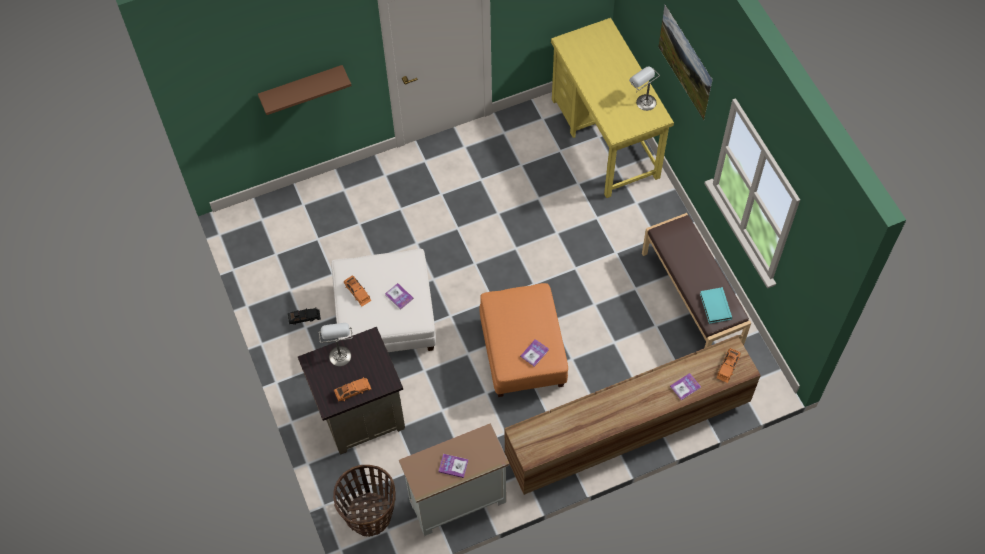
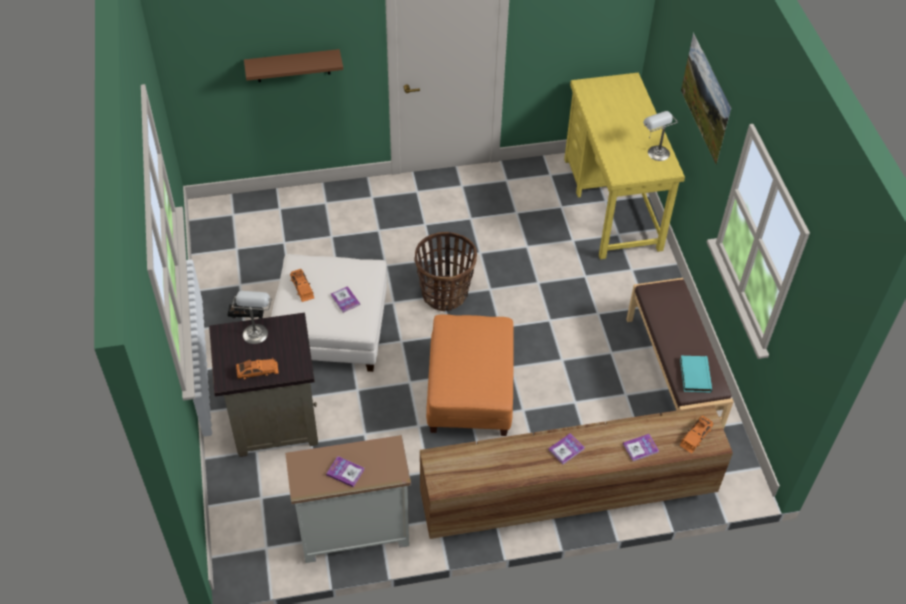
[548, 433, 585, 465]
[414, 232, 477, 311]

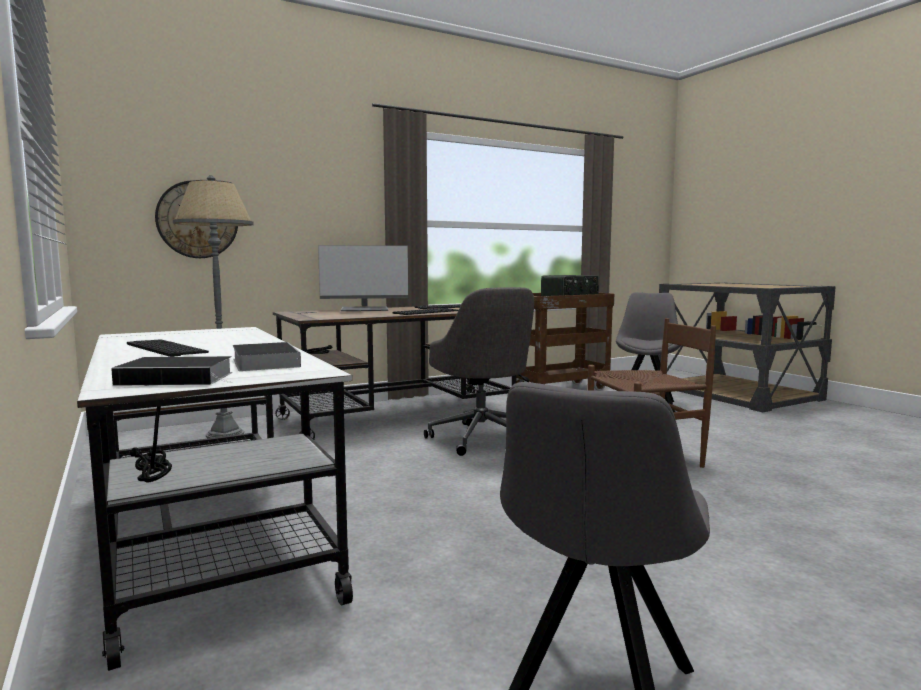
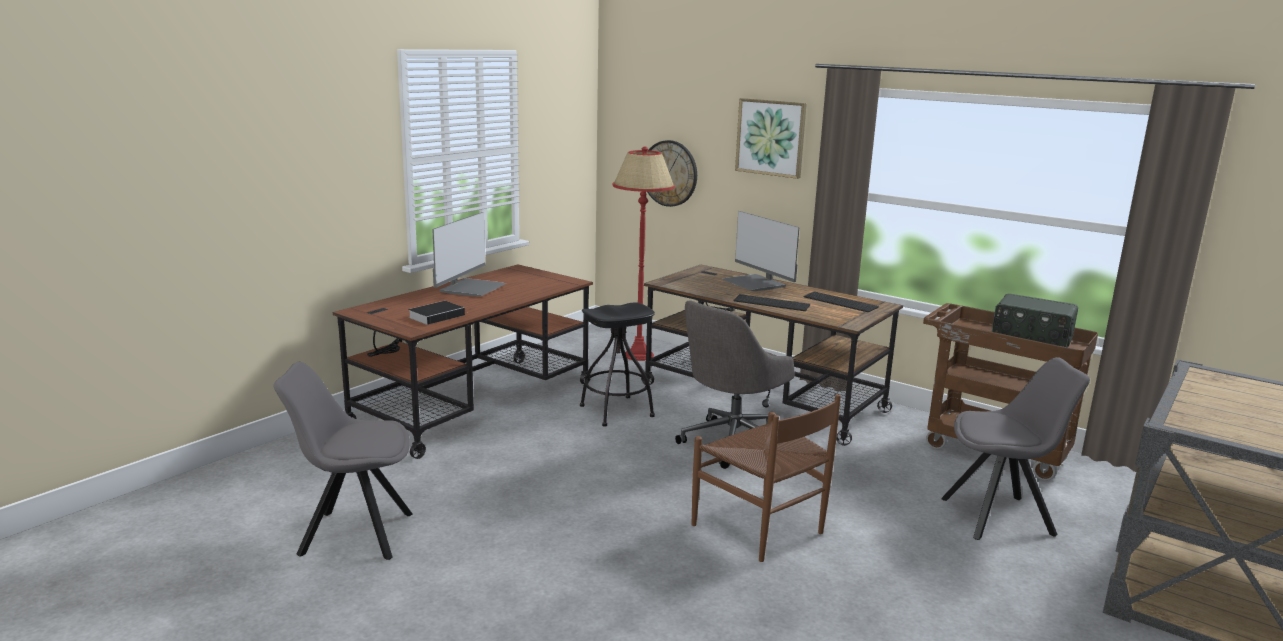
[613, 147, 675, 361]
[333, 265, 593, 459]
[432, 212, 506, 296]
[111, 356, 233, 386] (first image)
[735, 98, 807, 179]
[580, 302, 655, 427]

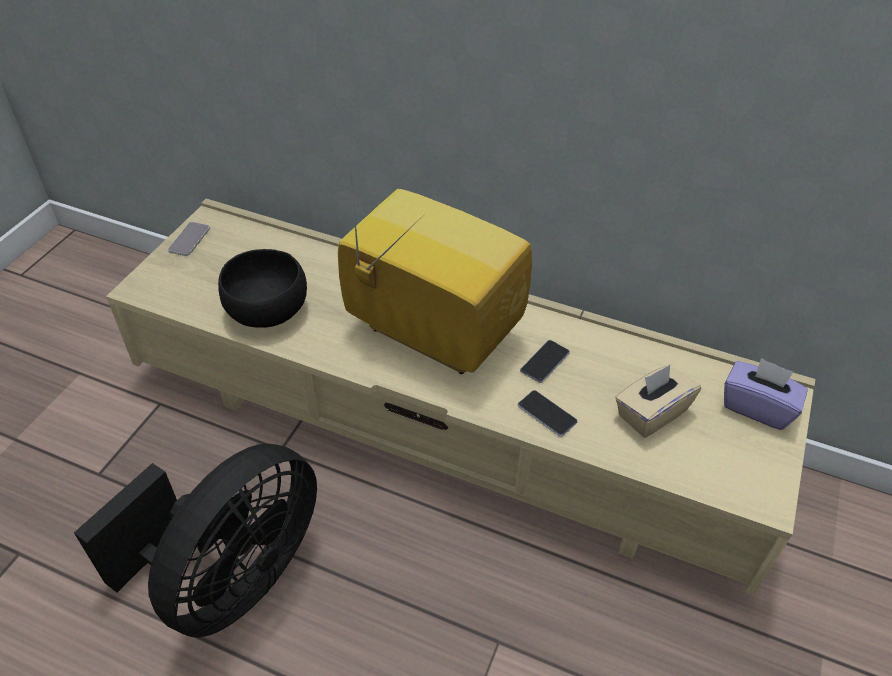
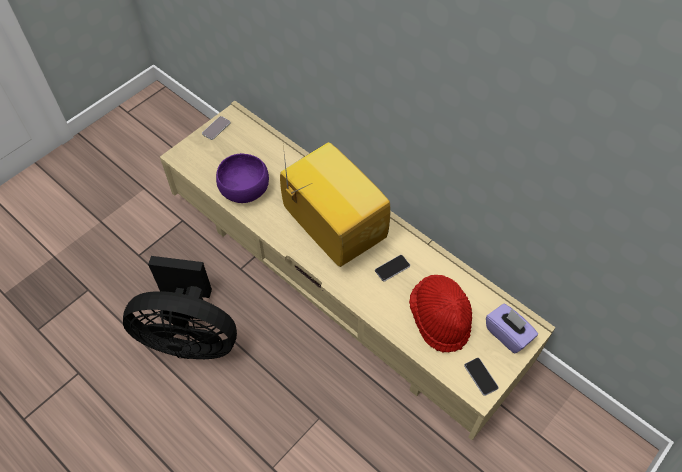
[216, 153, 269, 203]
[409, 275, 472, 353]
[464, 358, 499, 396]
[123, 256, 237, 359]

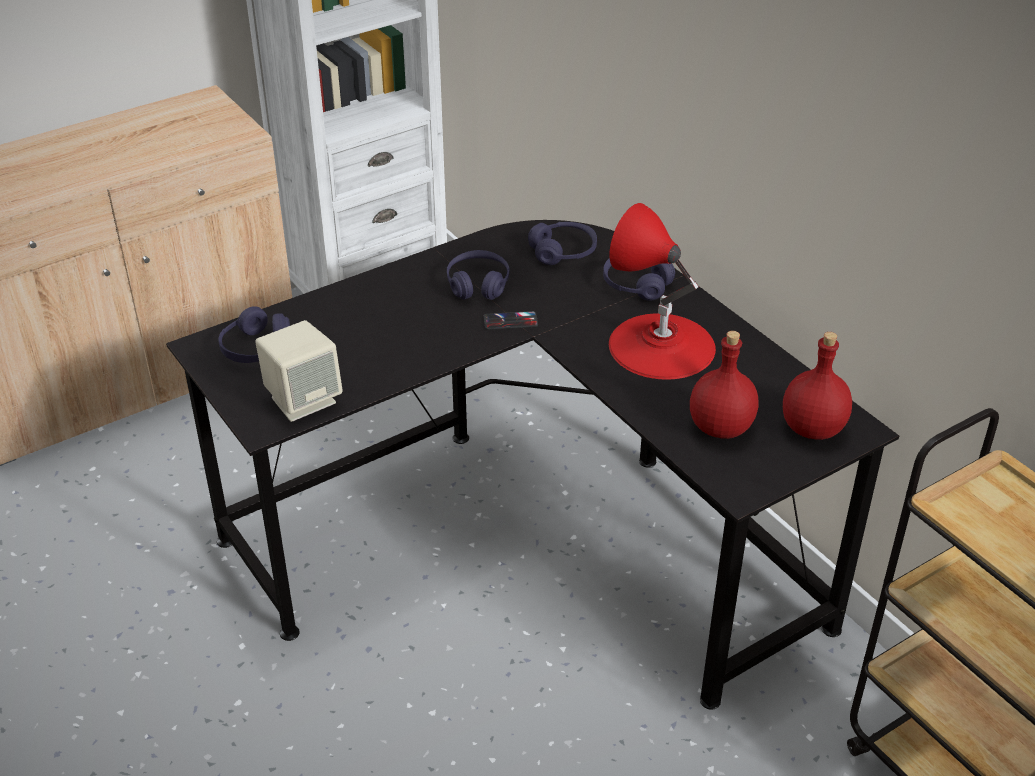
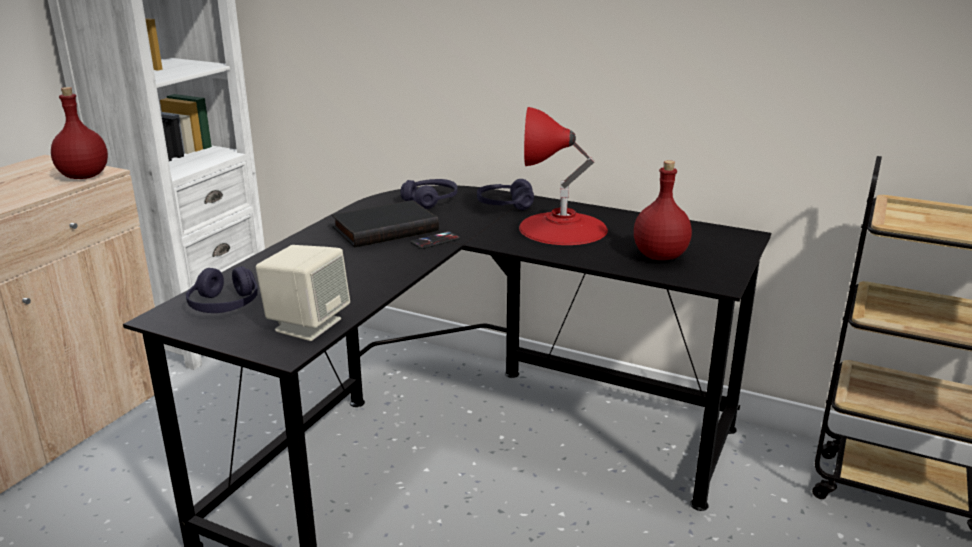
[332, 200, 439, 248]
[51, 87, 108, 179]

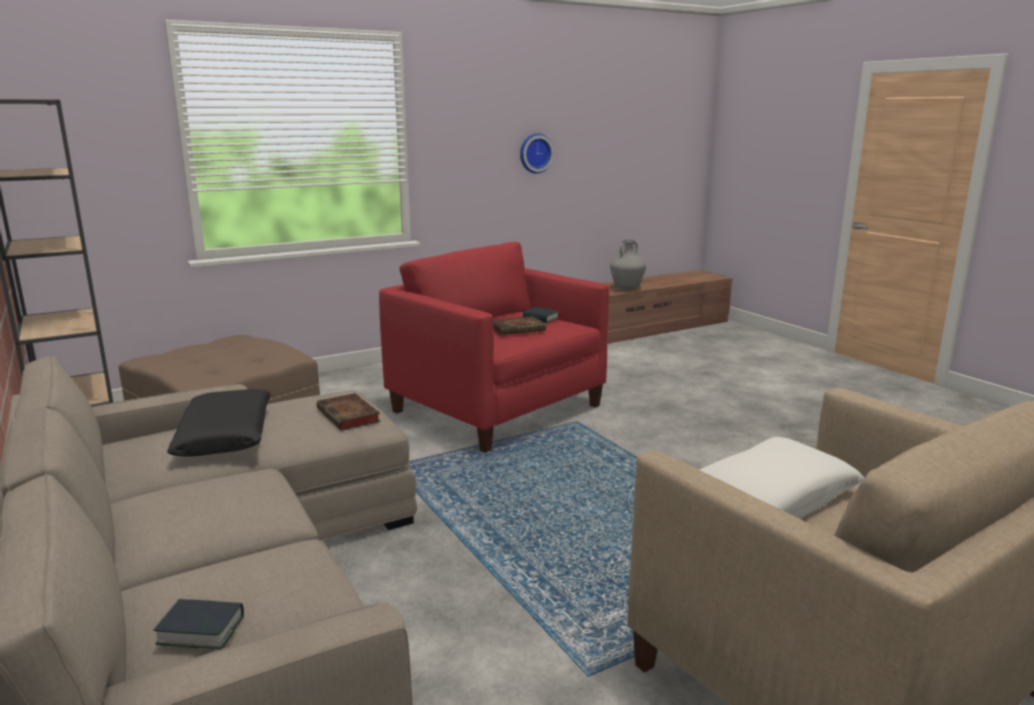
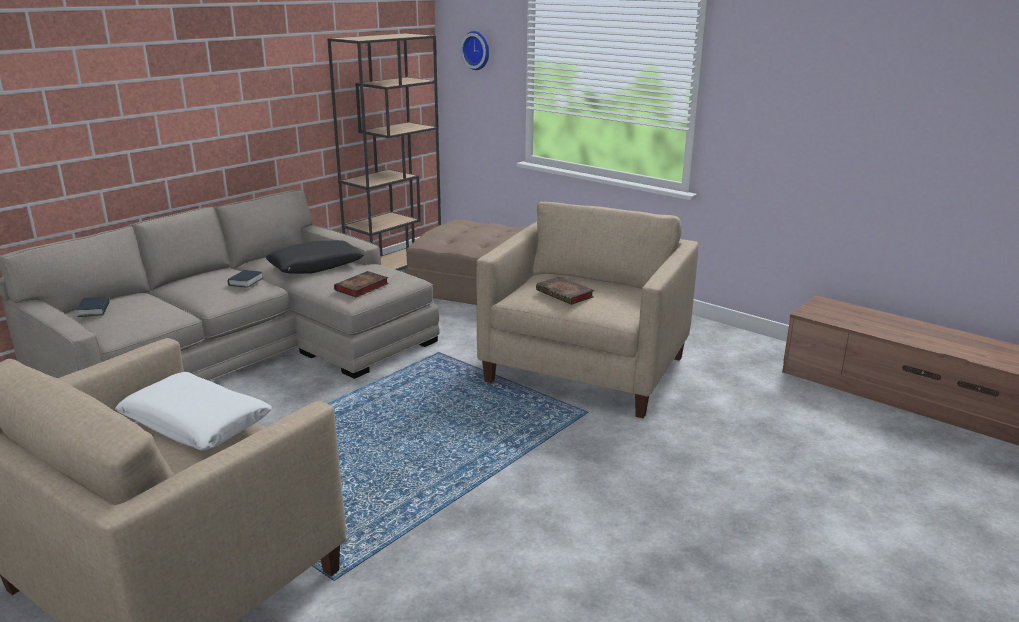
[460, 31, 489, 70]
[610, 240, 646, 290] (first image)
[477, 202, 698, 418]
[228, 270, 263, 288]

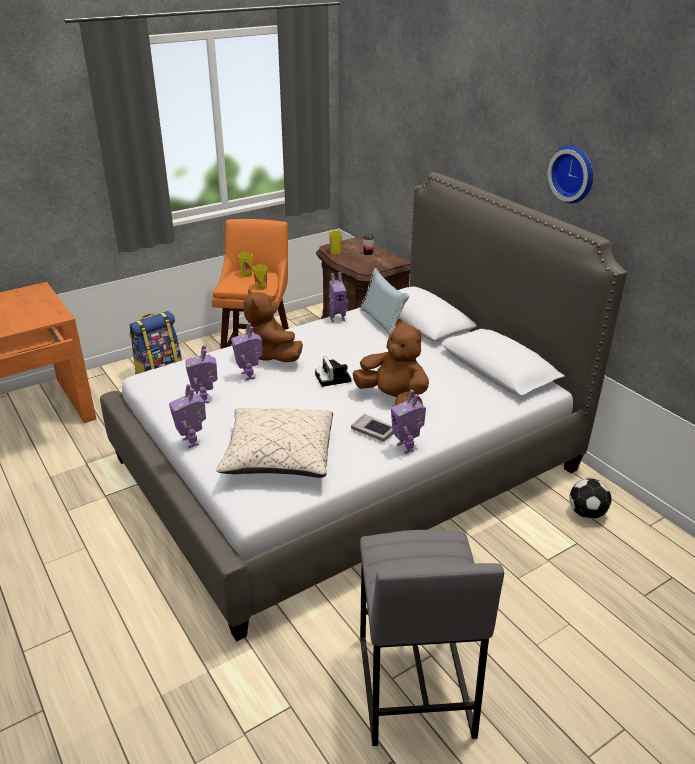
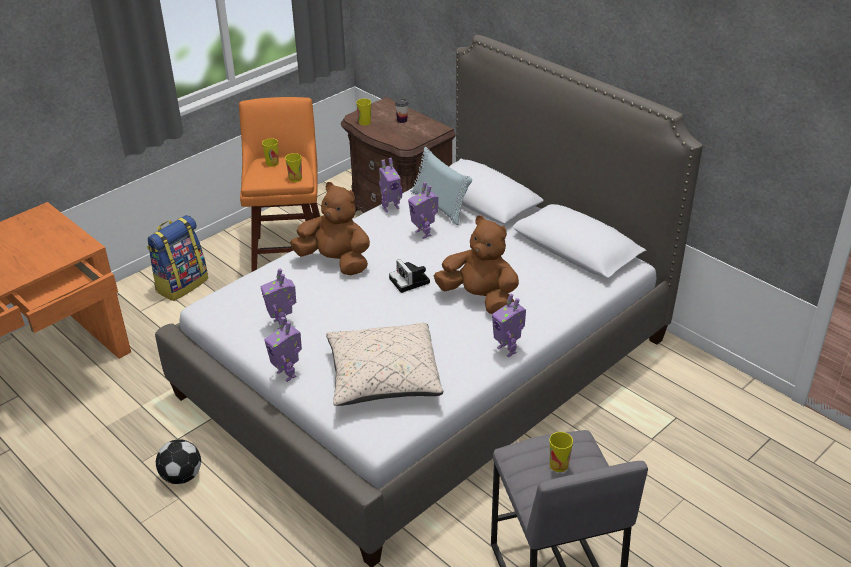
[548, 146, 593, 203] (first image)
[290, 182, 370, 275]
[408, 182, 438, 239]
[351, 414, 393, 442] (first image)
[156, 439, 201, 484]
[550, 432, 573, 472]

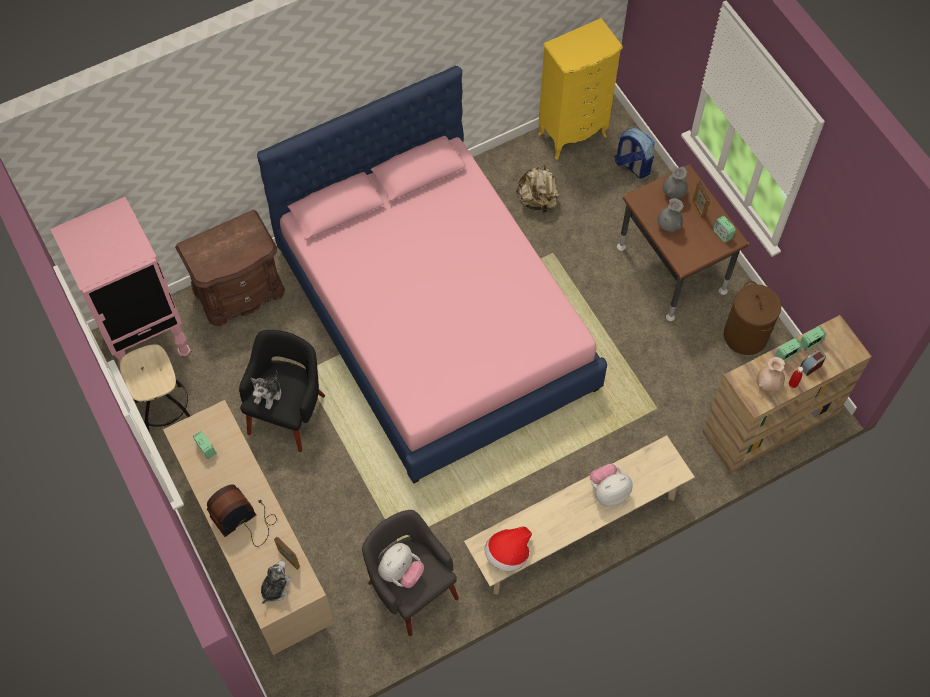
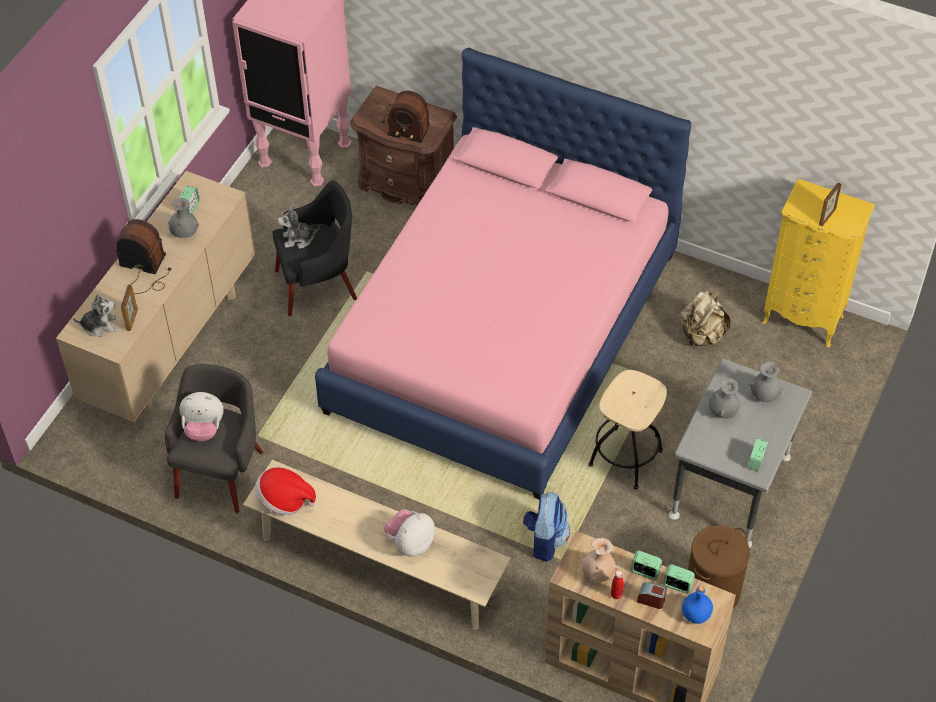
[523, 492, 570, 562]
[668, 358, 812, 548]
[819, 183, 842, 227]
[589, 370, 667, 490]
[384, 509, 435, 557]
[382, 91, 430, 143]
[168, 198, 199, 238]
[682, 586, 713, 624]

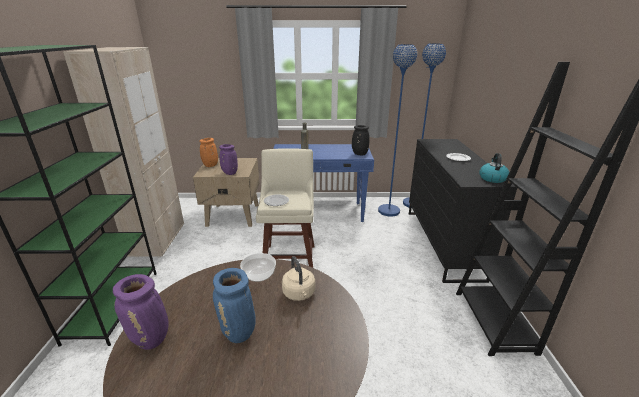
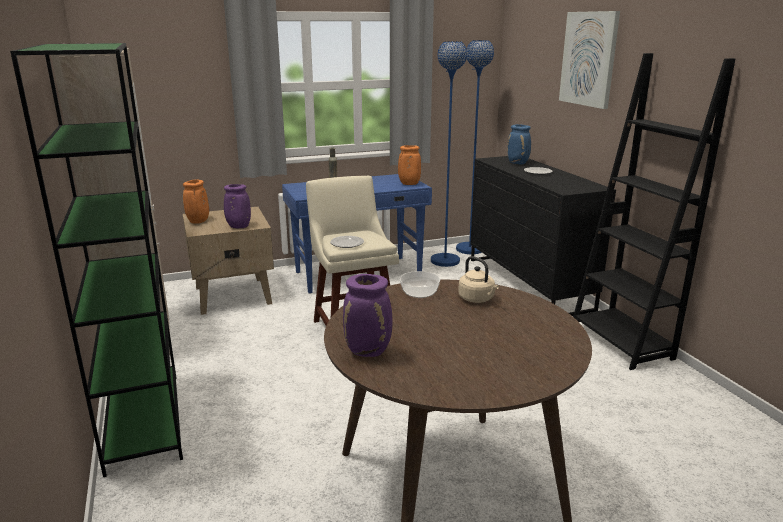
[398, 145, 421, 185]
[479, 153, 509, 183] (first image)
[508, 124, 531, 164]
[559, 11, 620, 109]

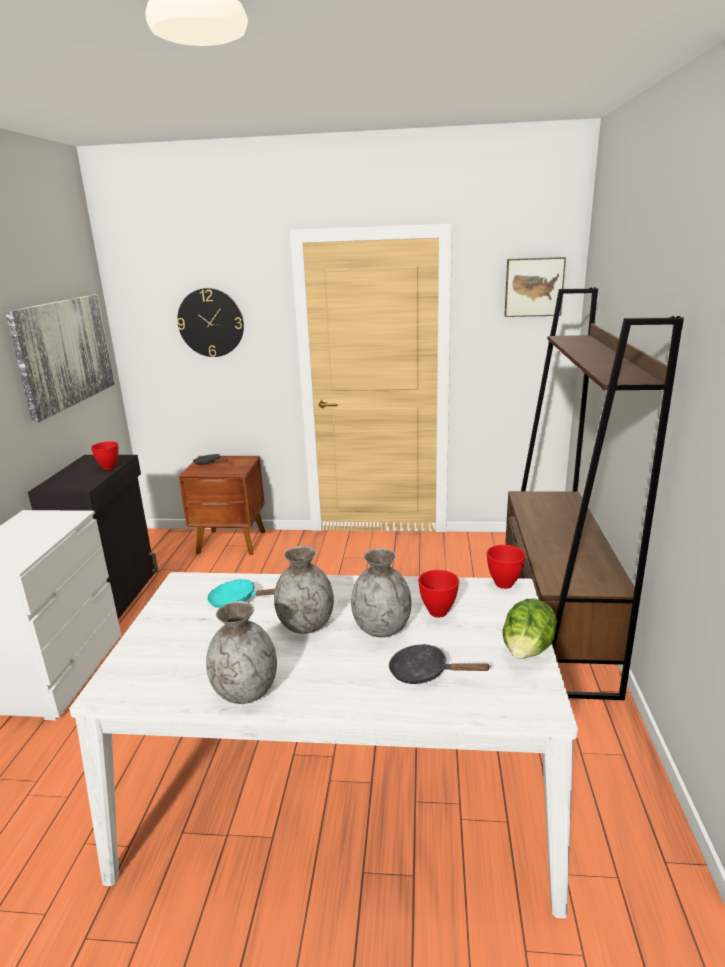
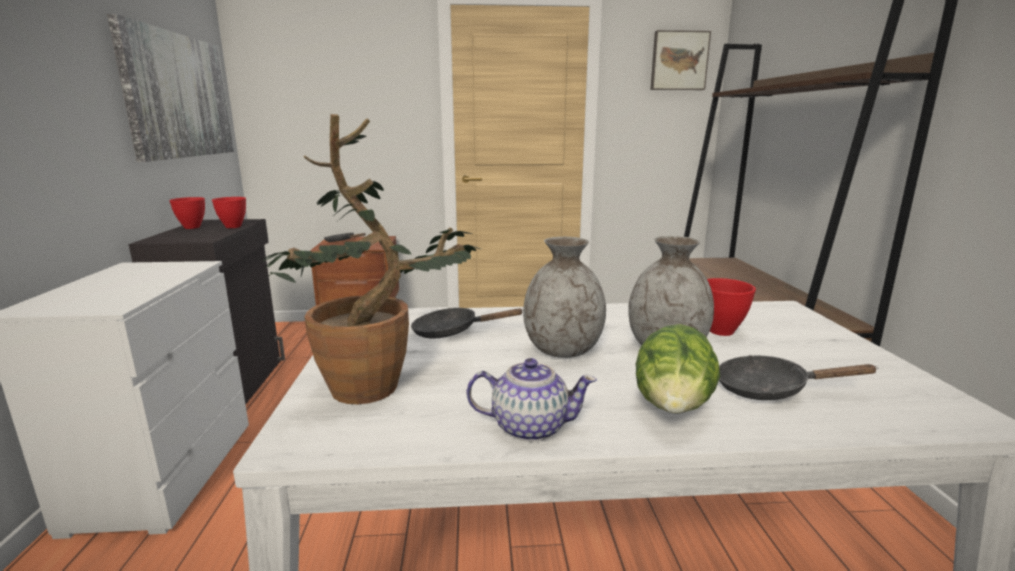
[177, 288, 244, 357] (first image)
[169, 197, 205, 229]
[411, 308, 523, 338]
[635, 324, 720, 414]
[466, 358, 597, 442]
[260, 114, 481, 404]

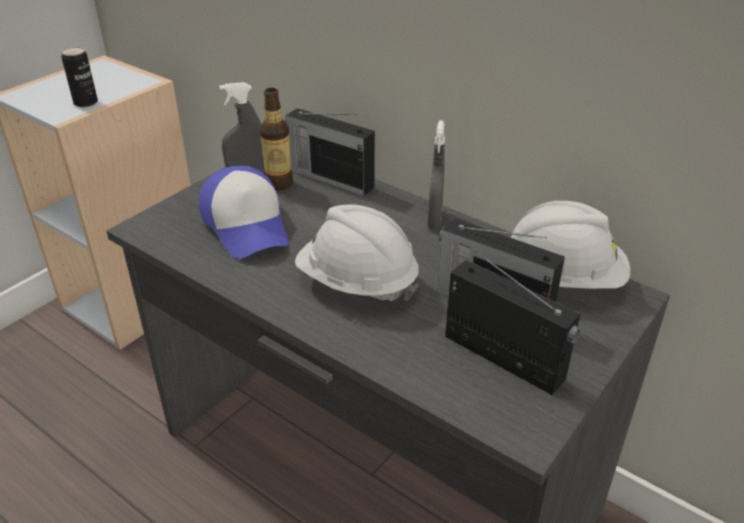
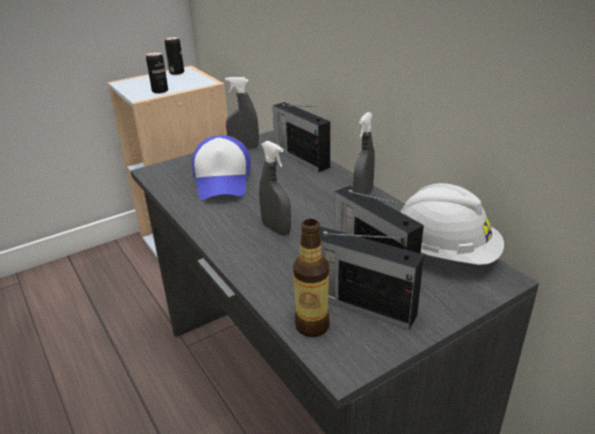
[293, 219, 330, 337]
[259, 141, 291, 236]
[319, 226, 424, 330]
[165, 36, 184, 75]

